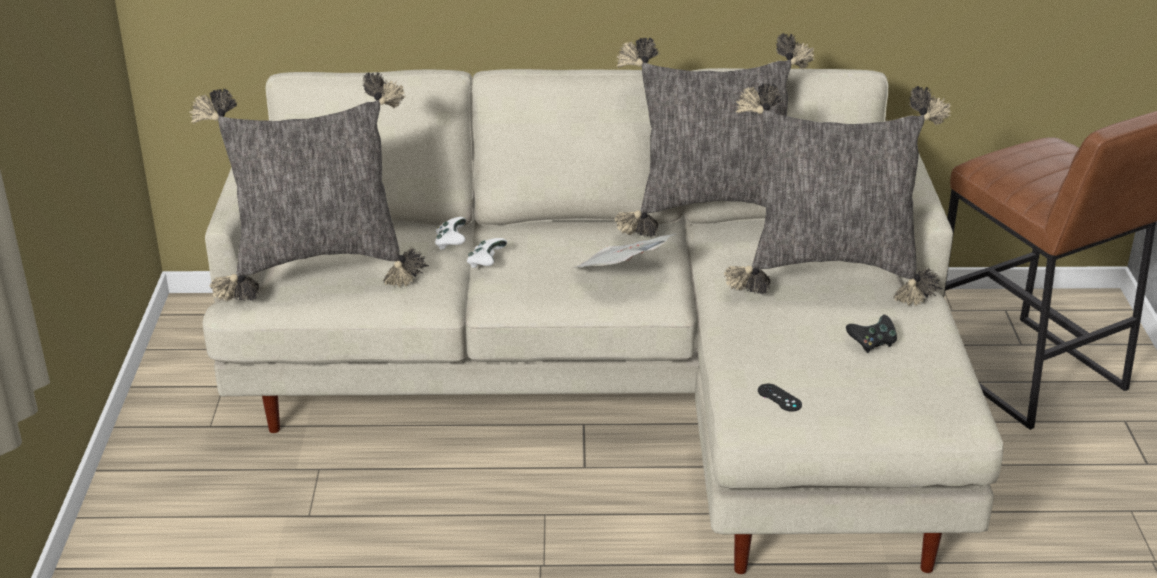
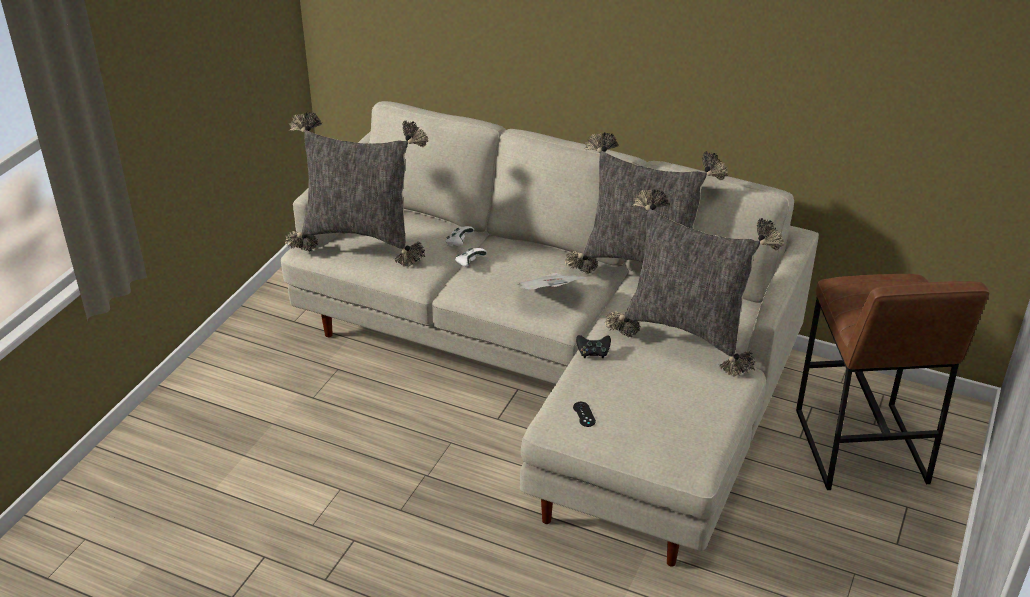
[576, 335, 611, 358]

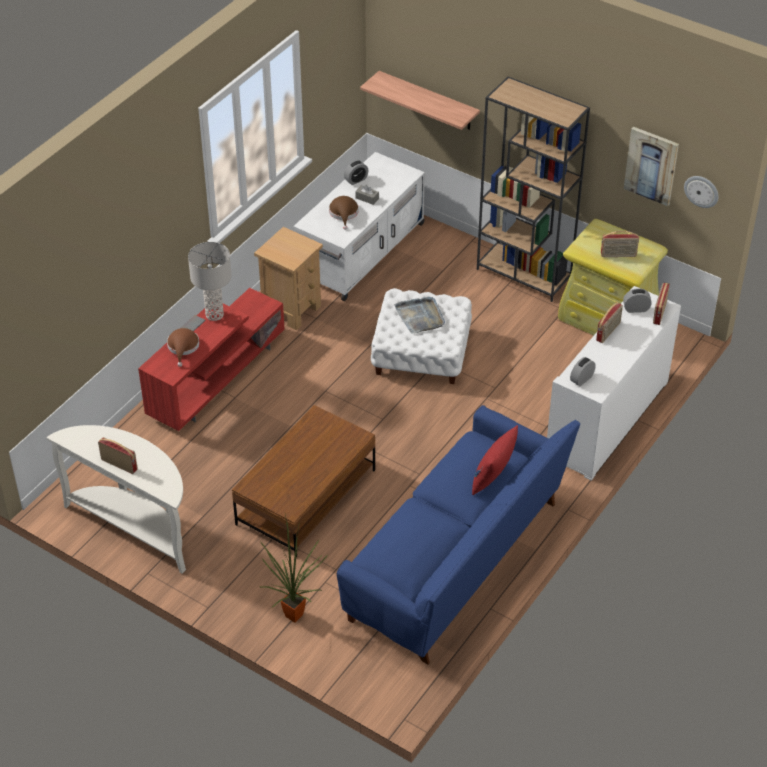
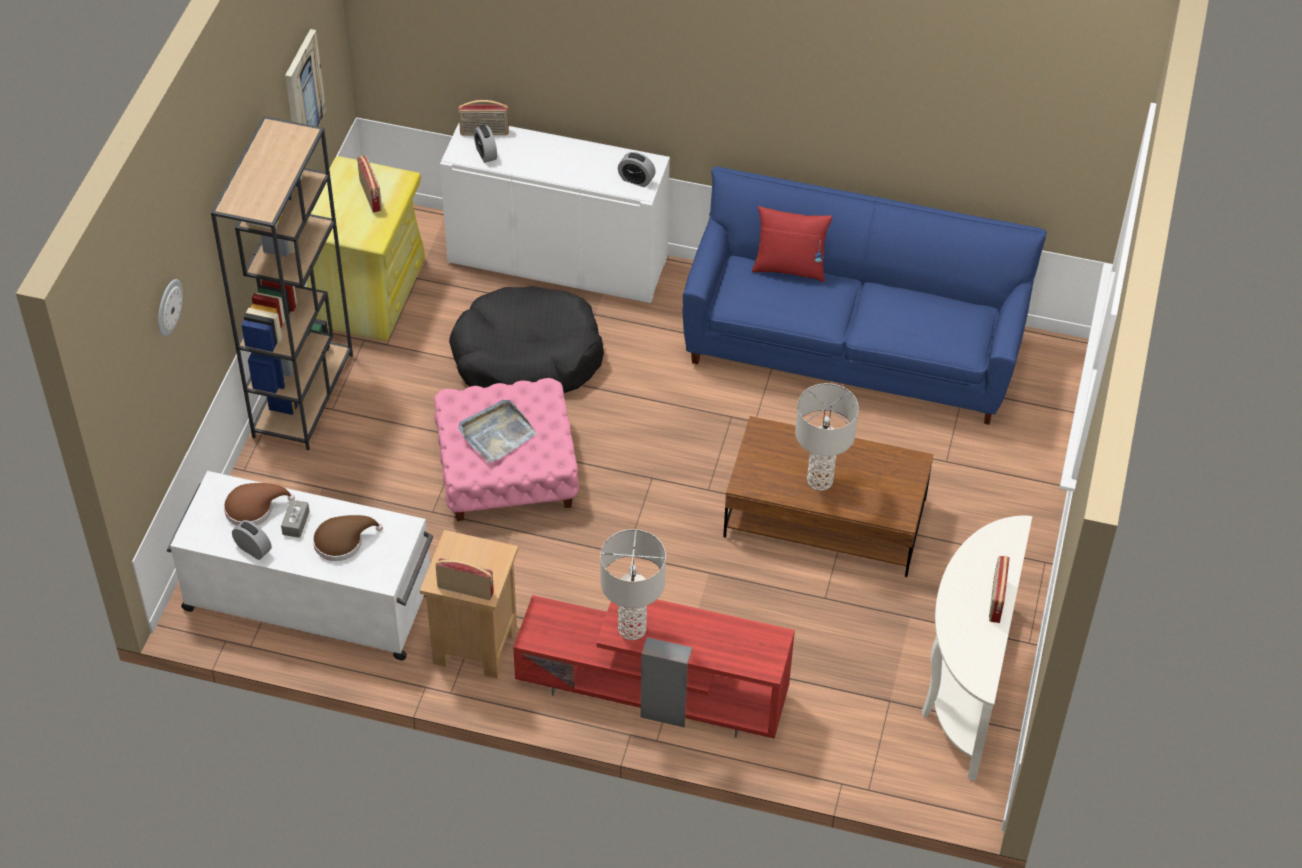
[360, 71, 480, 130] (first image)
[158, 279, 183, 336]
[434, 378, 579, 521]
[436, 558, 494, 600]
[224, 483, 295, 525]
[259, 515, 328, 623] (first image)
[449, 286, 604, 393]
[795, 383, 859, 491]

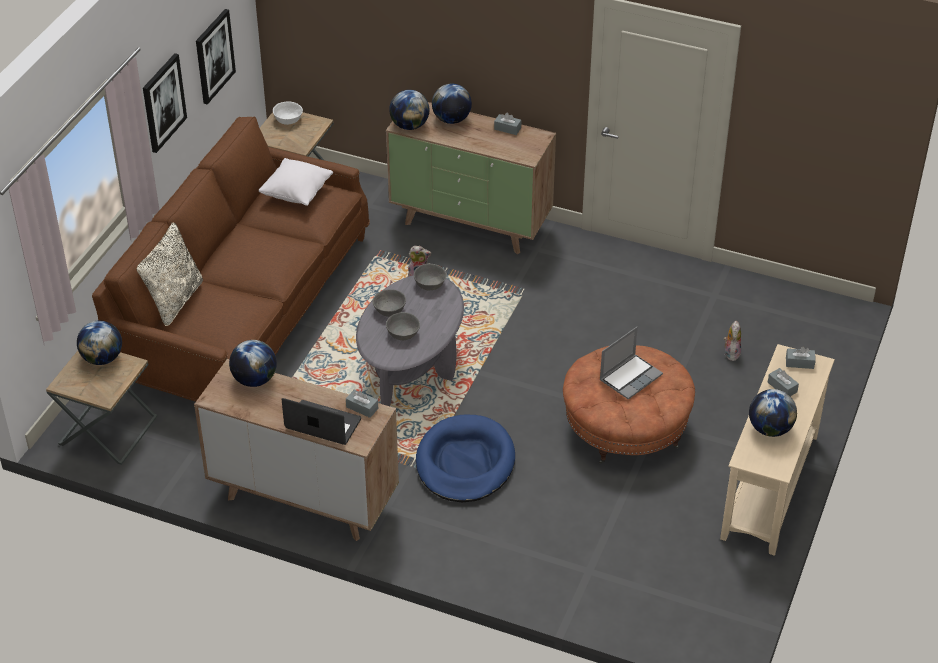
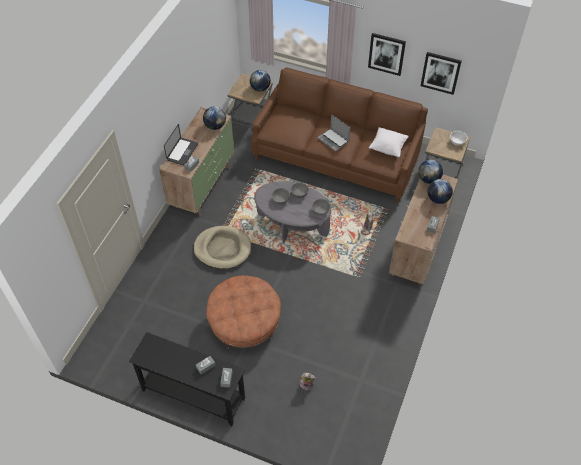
[136, 223, 203, 326] (first image)
[317, 114, 350, 151]
[129, 332, 245, 426]
[749, 389, 797, 437] (first image)
[193, 226, 251, 269]

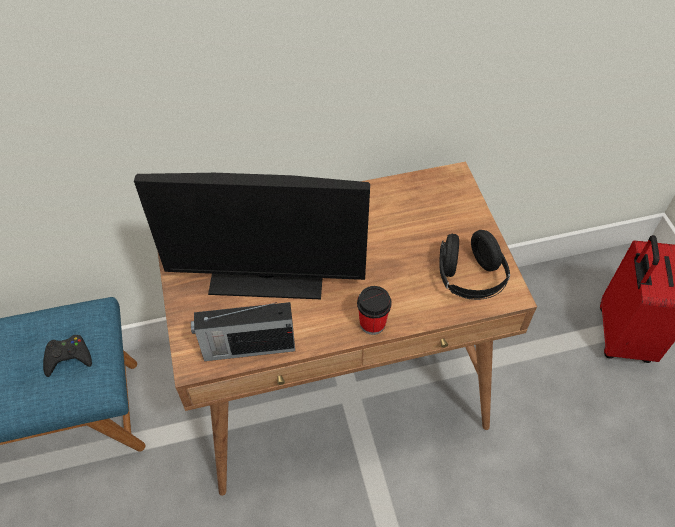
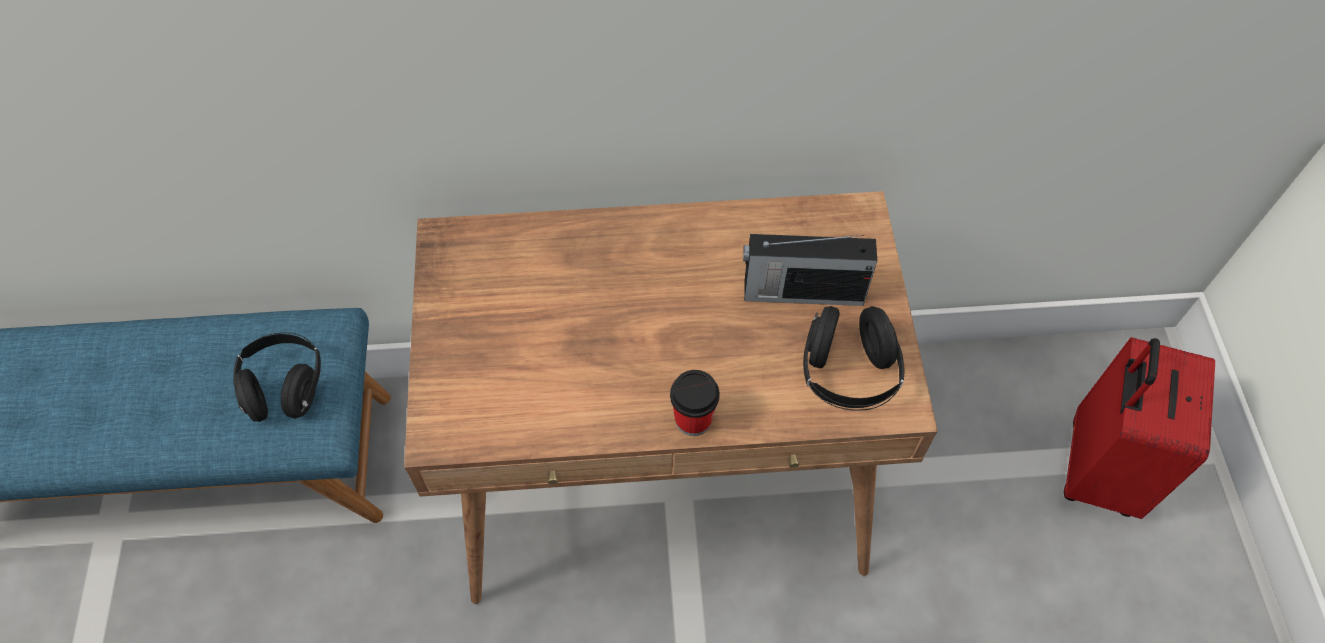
[134, 173, 370, 299] (first image)
[743, 234, 877, 306]
[233, 333, 321, 422]

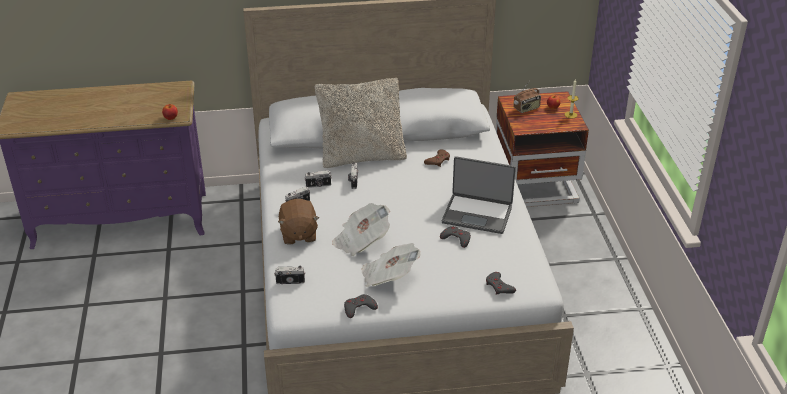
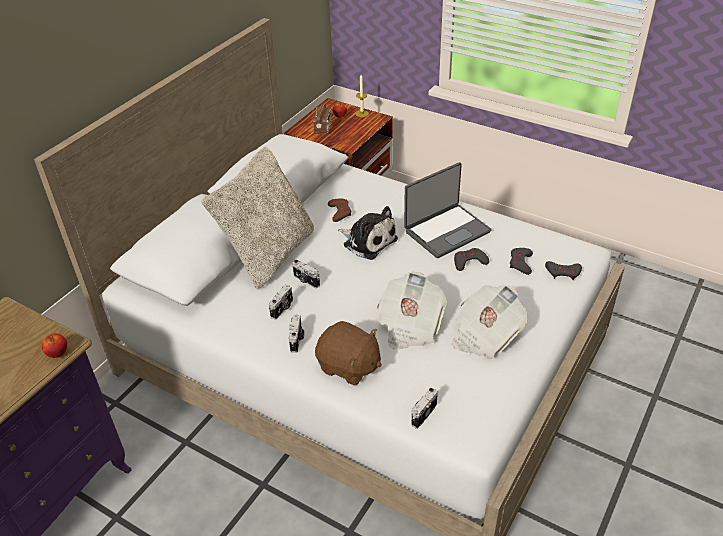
[510, 248, 533, 275]
[338, 206, 398, 260]

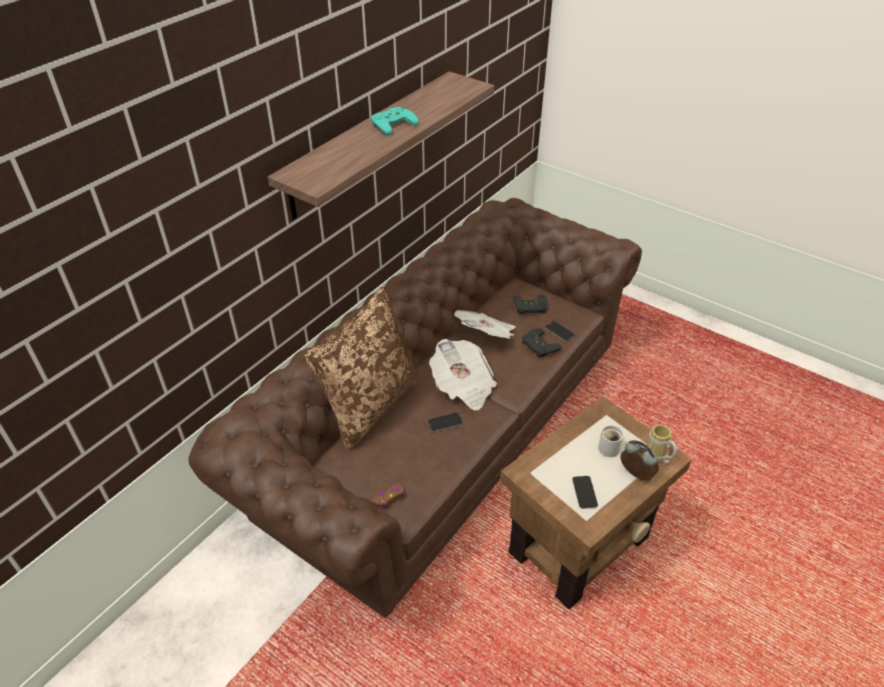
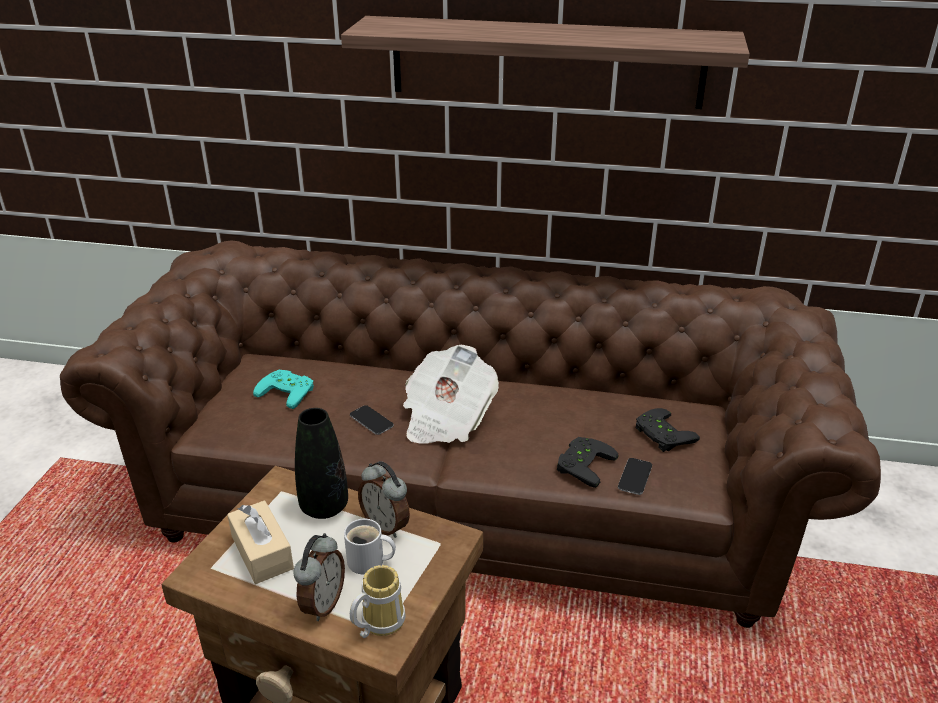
[253, 370, 314, 409]
[304, 287, 417, 449] (first image)
[454, 310, 516, 339] (first image)
[227, 500, 294, 584]
[370, 483, 404, 507] (first image)
[295, 408, 348, 519]
[358, 461, 410, 538]

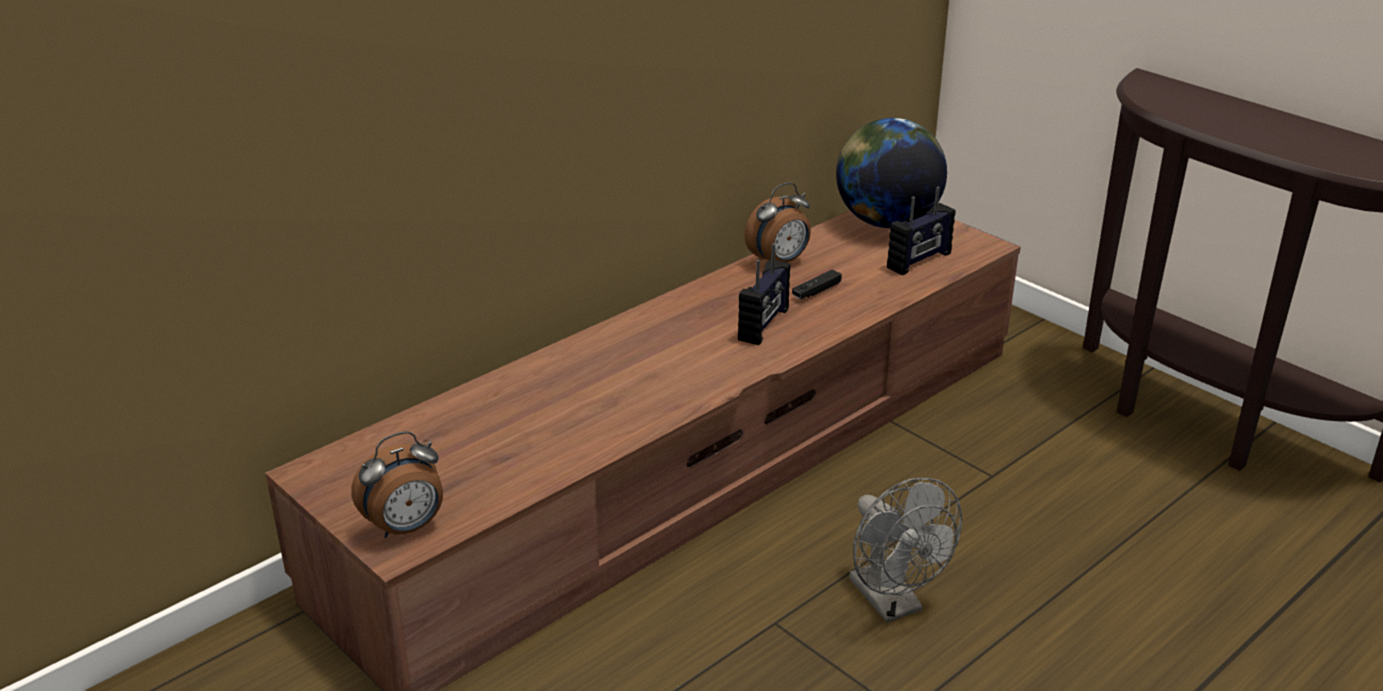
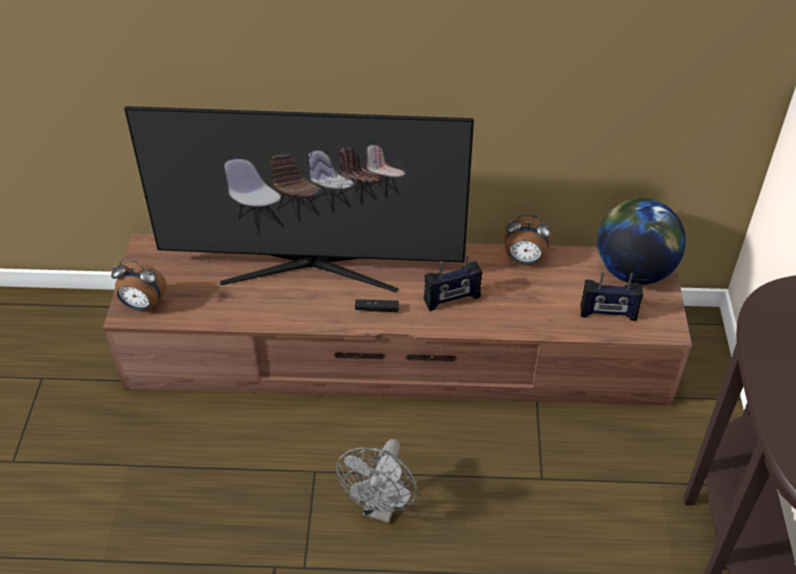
[355, 299, 399, 312]
[124, 106, 474, 292]

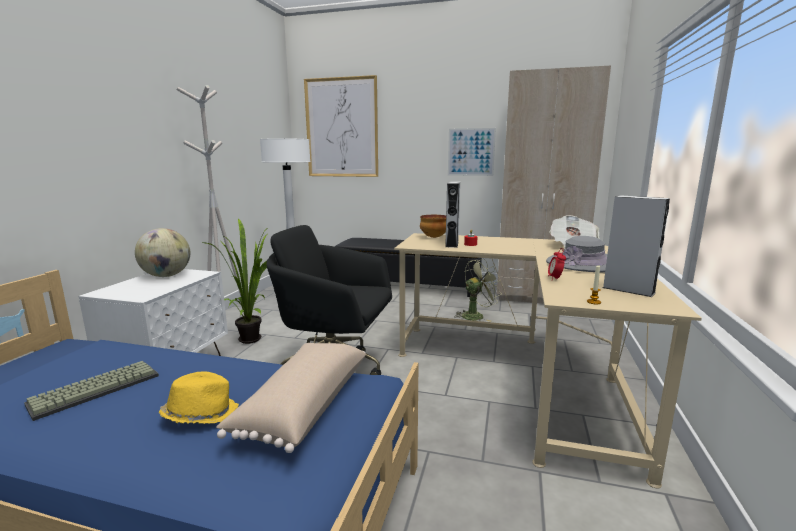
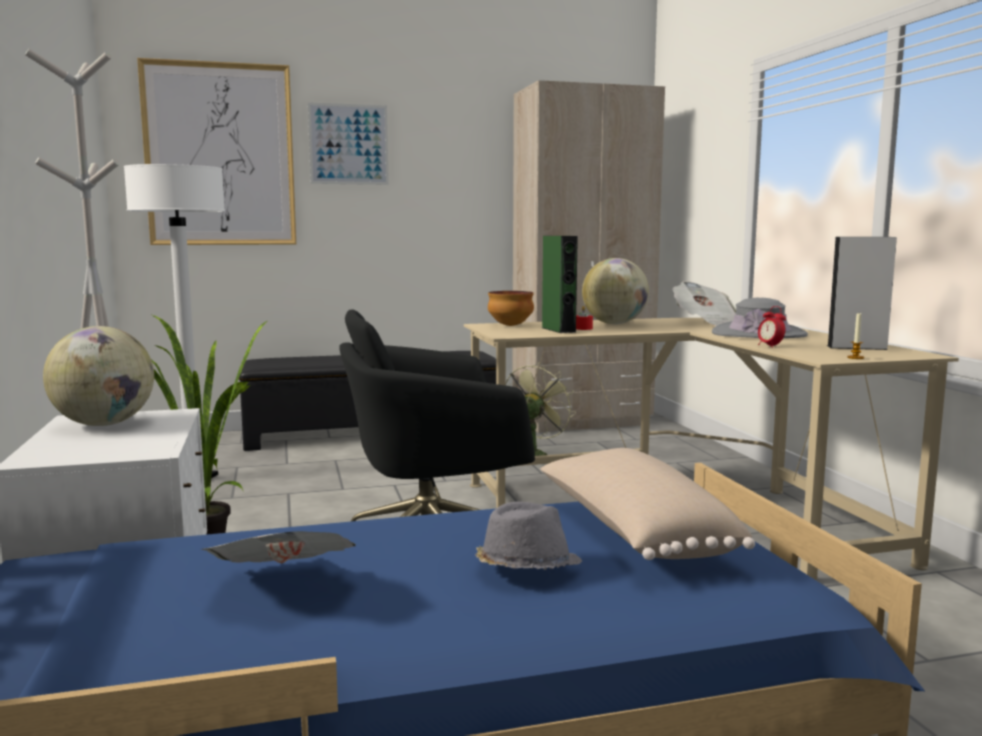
[308, 102, 389, 185]
[542, 236, 578, 333]
[201, 531, 356, 563]
[475, 502, 582, 570]
[582, 258, 649, 324]

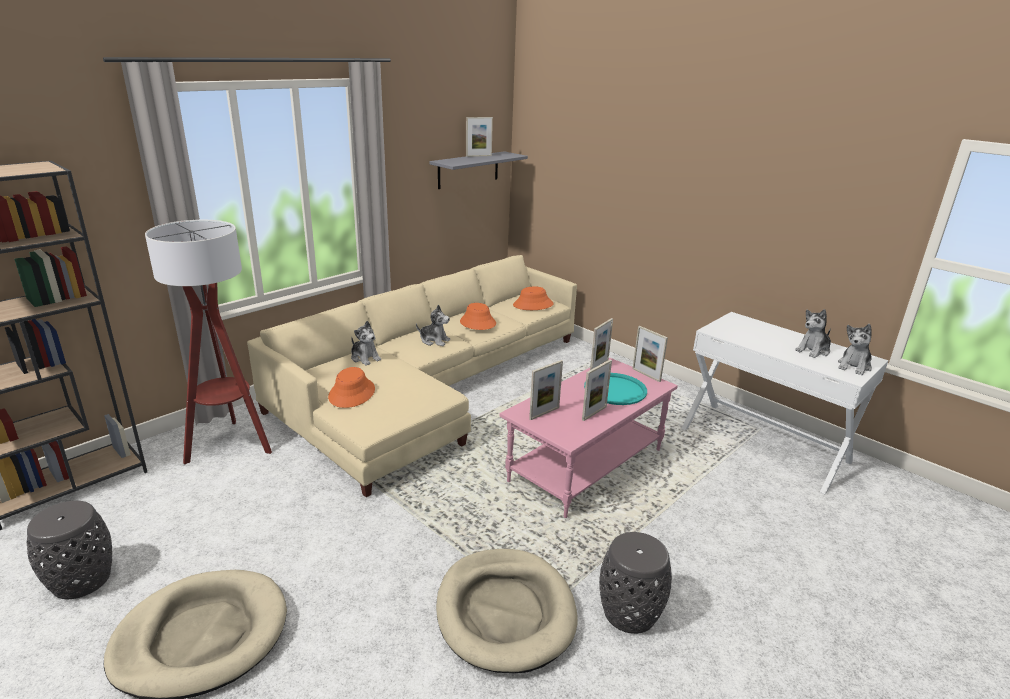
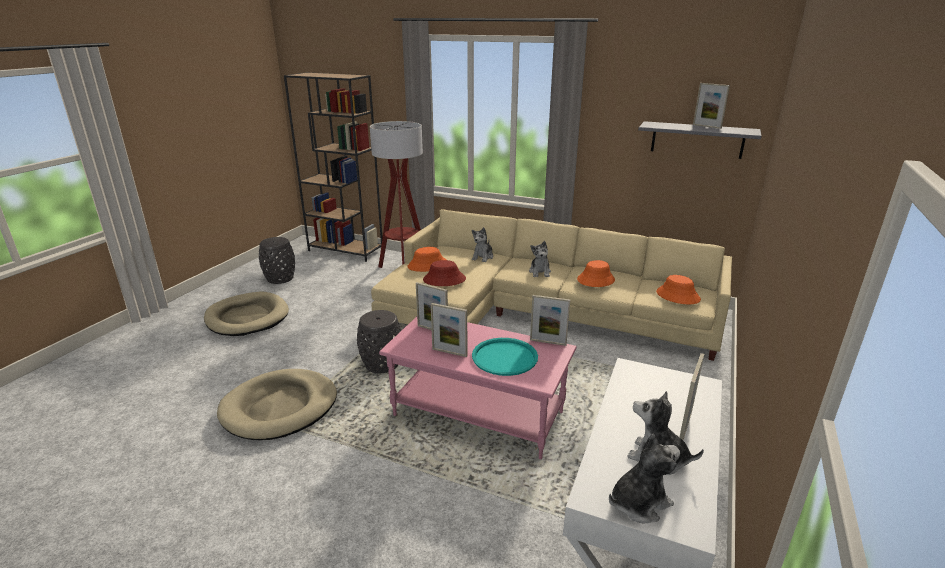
[609, 433, 680, 523]
[680, 353, 704, 440]
[357, 310, 401, 373]
[423, 260, 466, 286]

